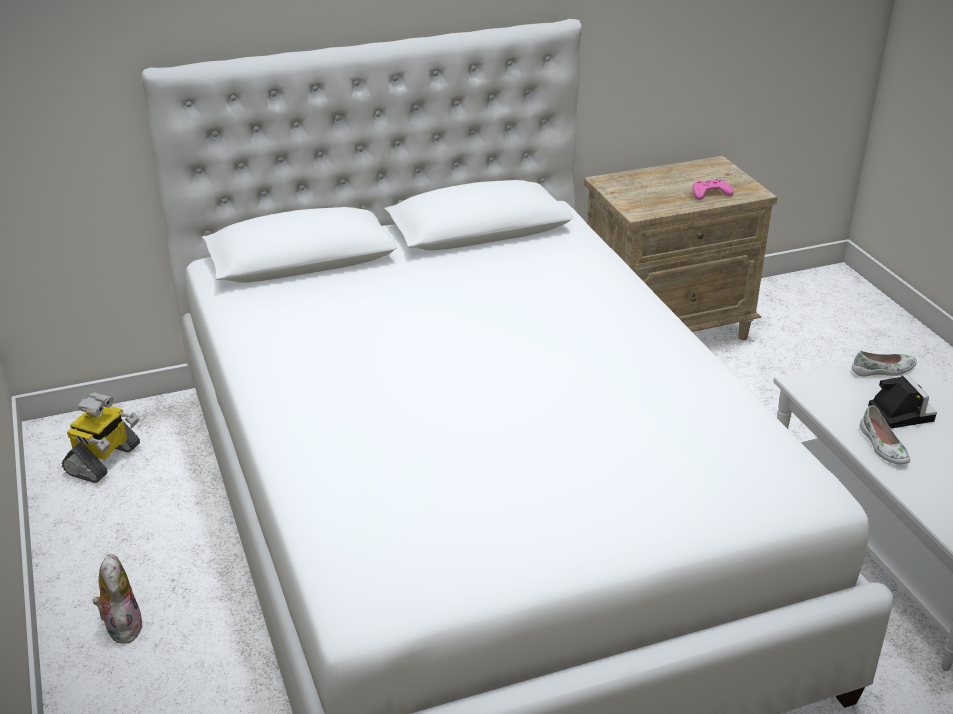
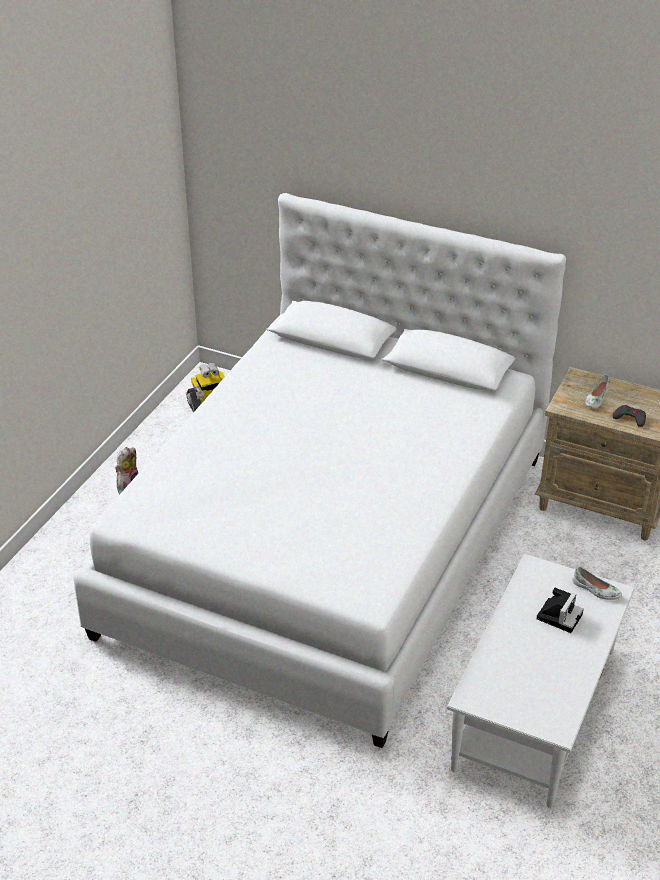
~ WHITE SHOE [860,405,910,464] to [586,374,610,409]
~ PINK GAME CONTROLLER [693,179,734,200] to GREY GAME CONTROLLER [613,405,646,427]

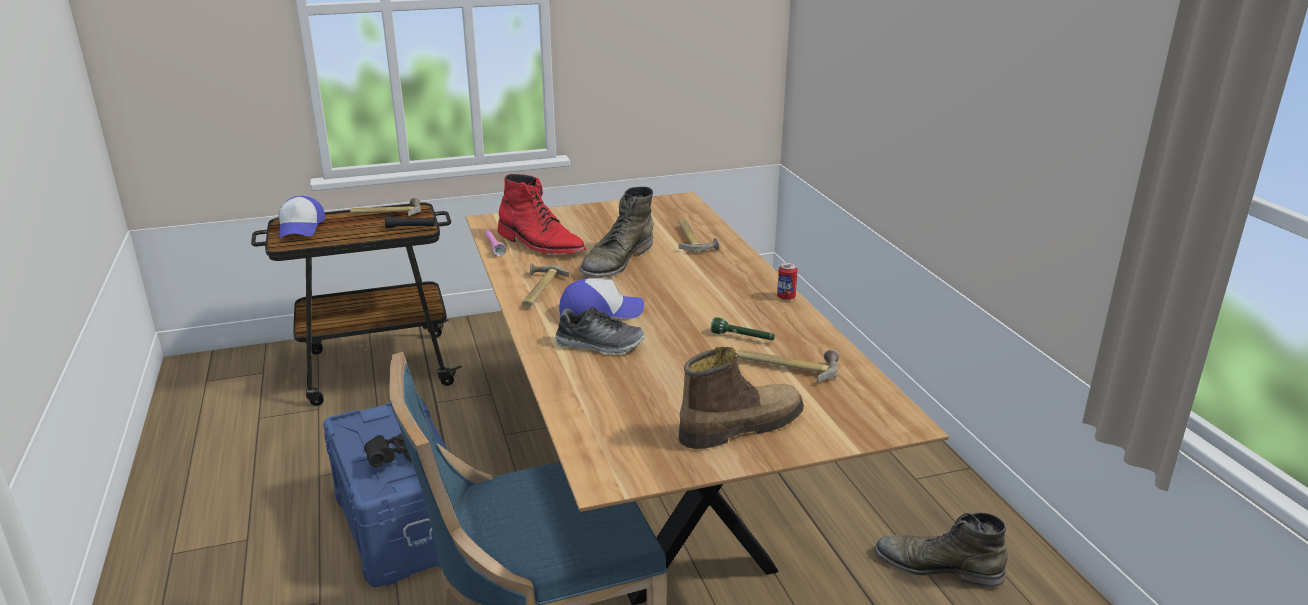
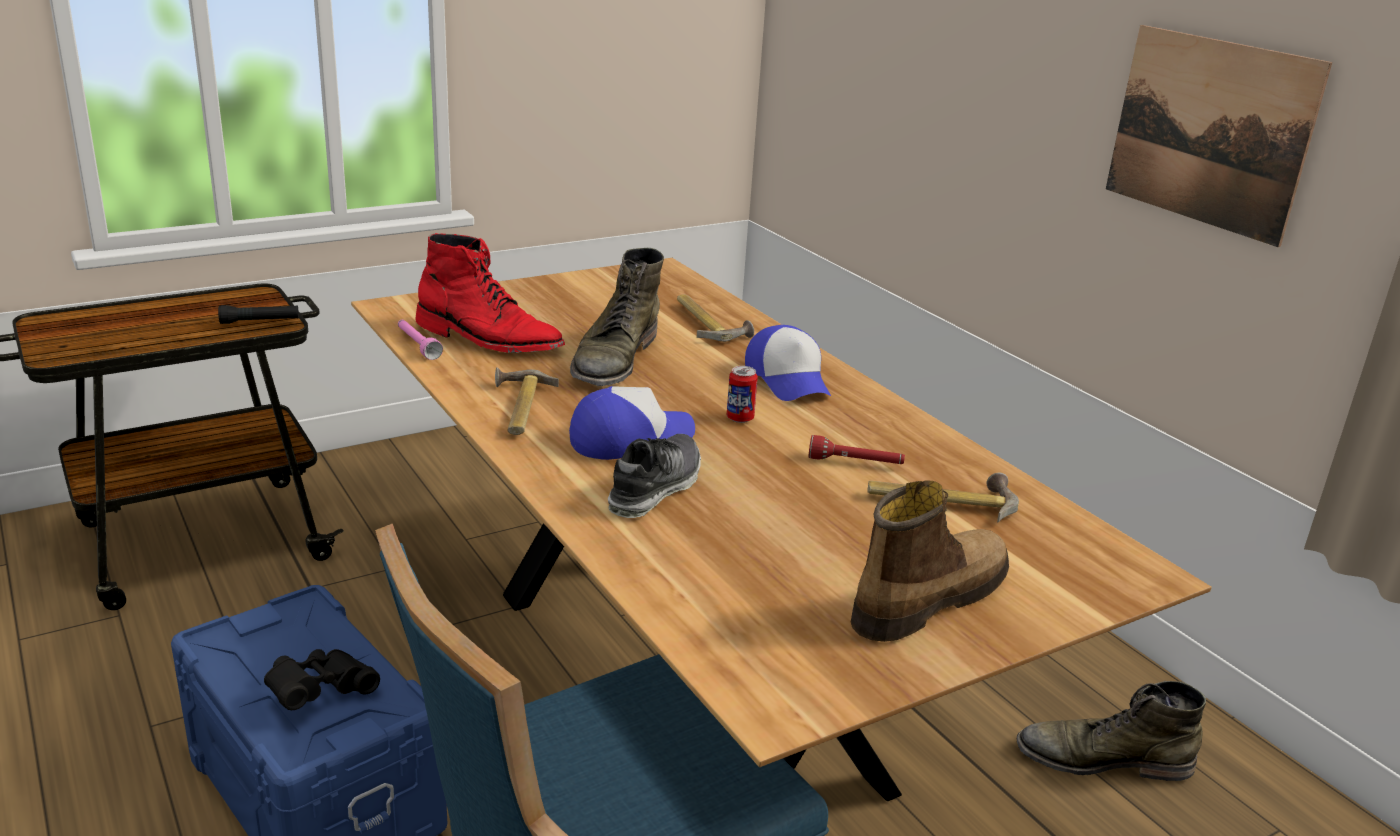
~ SHOE [555,307,645,355] = [608,434,701,518] 60 degrees counterclockwise
~ CAN [777,262,798,300] to [727,366,758,423]
~ CAP [279,196,325,238] to [745,325,831,401]
~ GREEN FLASHLIGHT [711,317,775,340] to RED FLASHLIGHT [809,435,905,464]
+ PICTURE [1106,25,1332,247]
- HAMMER [350,197,421,217]

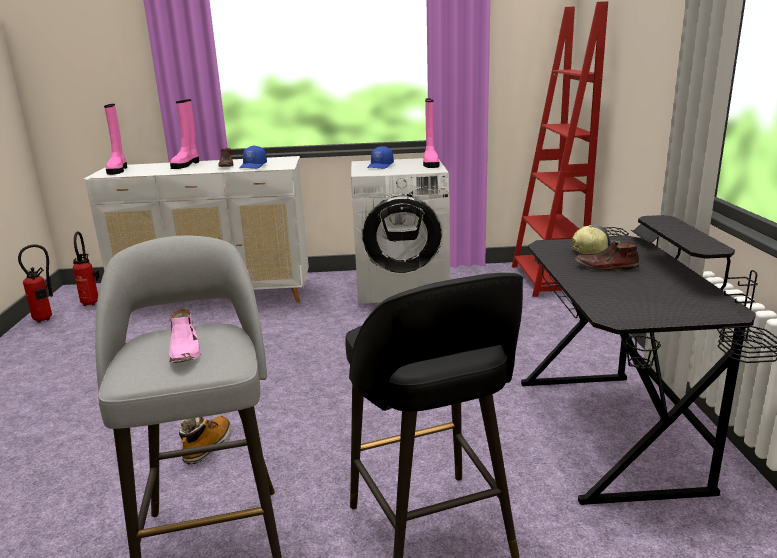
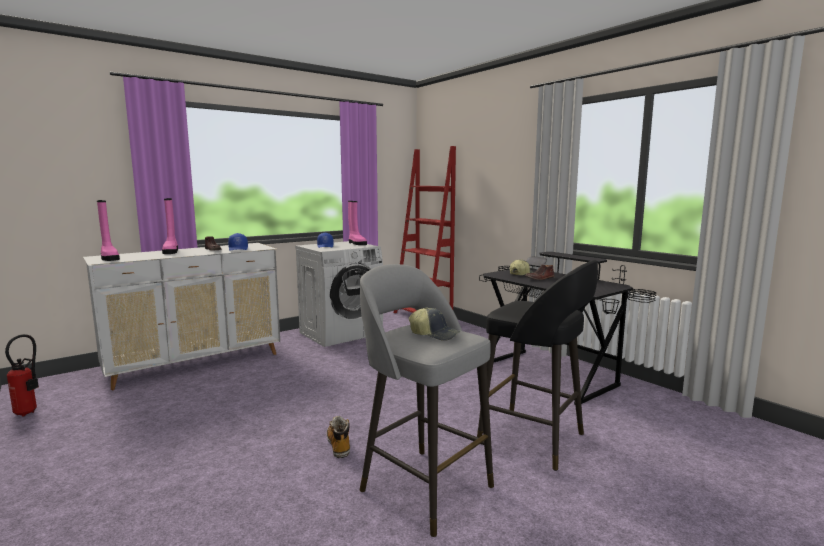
~ PINK SHOE [169,309,201,363] to CAP [409,307,460,341]
- FIRE EXTINGUISHER [73,231,100,306]

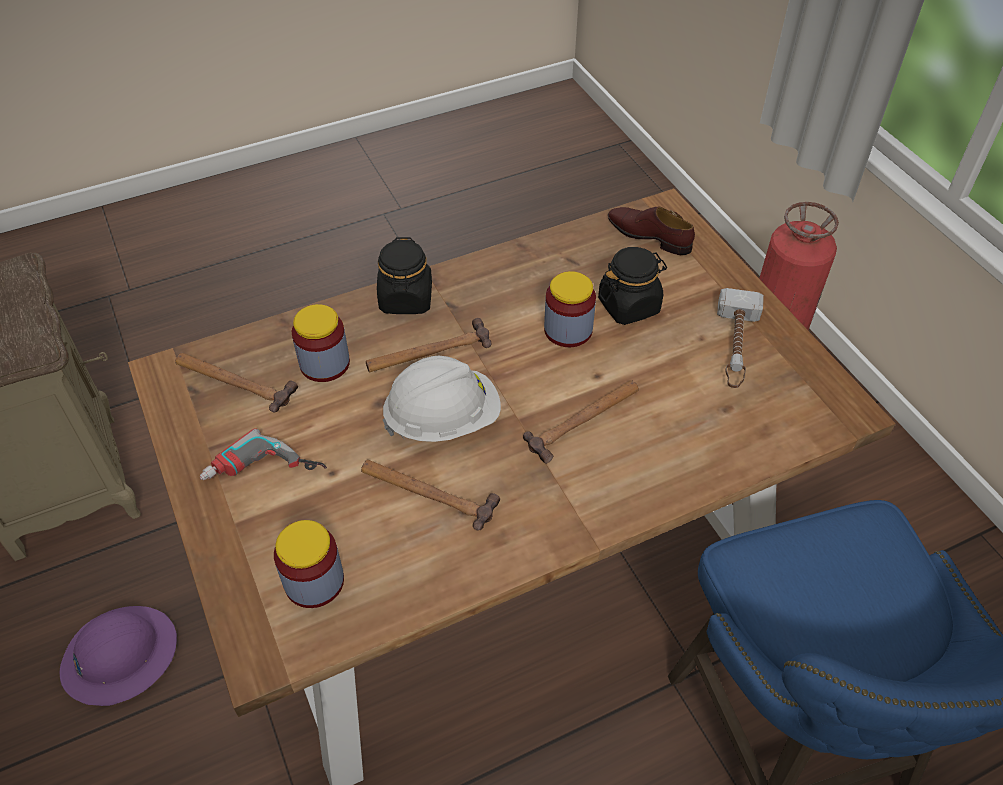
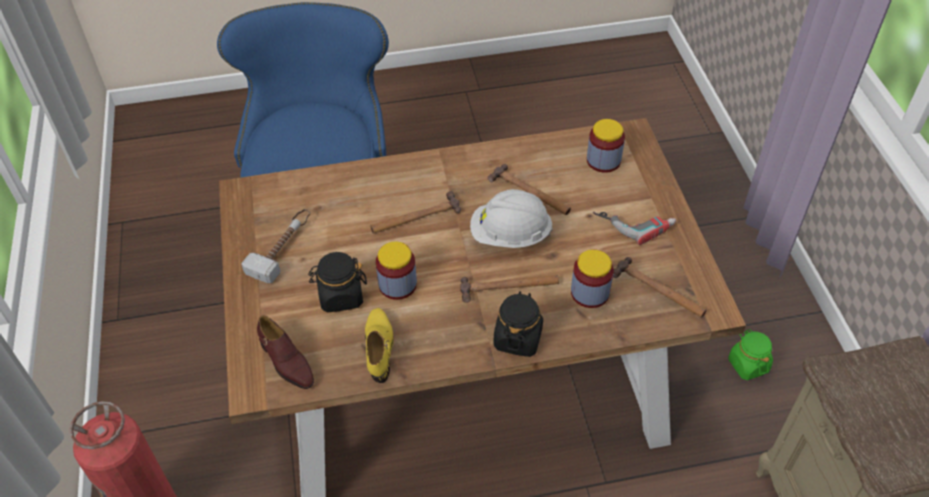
+ YELLOW SHOE [365,308,394,383]
~ PURPLE HARD HAT [60,606,177,706] to GREEN JAR [728,329,773,380]

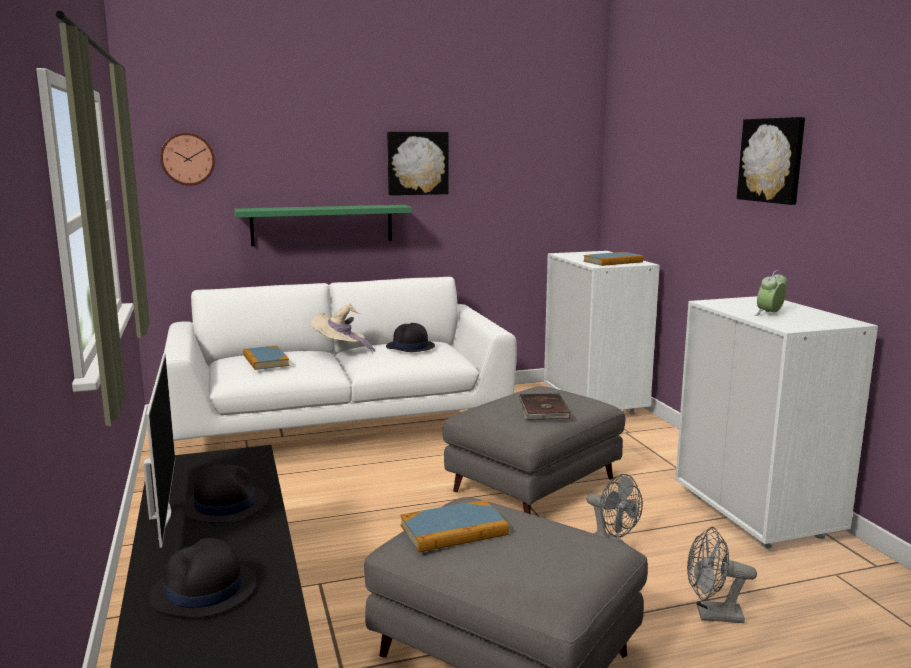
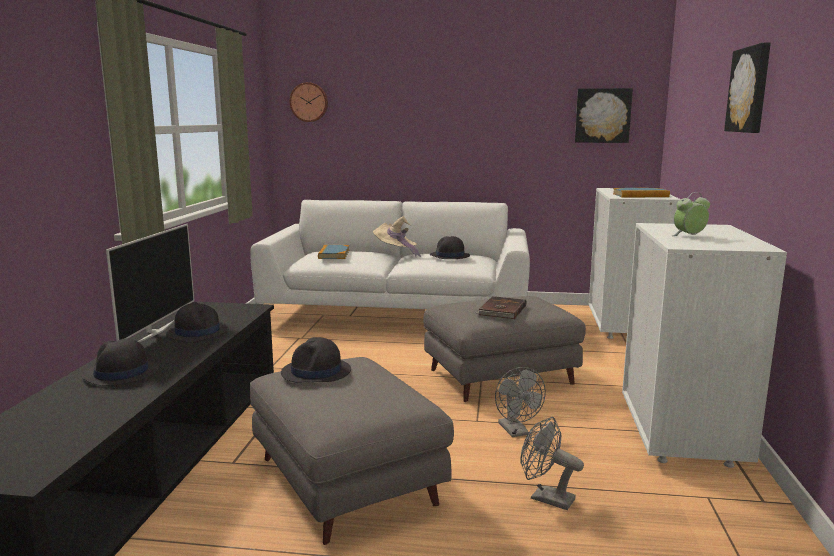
~ BOOK [400,500,509,553] to BLACK HAT [281,337,351,383]
~ PICTURE [387,132,449,195] to [575,88,633,143]
- GREEN SHELF [234,205,412,246]

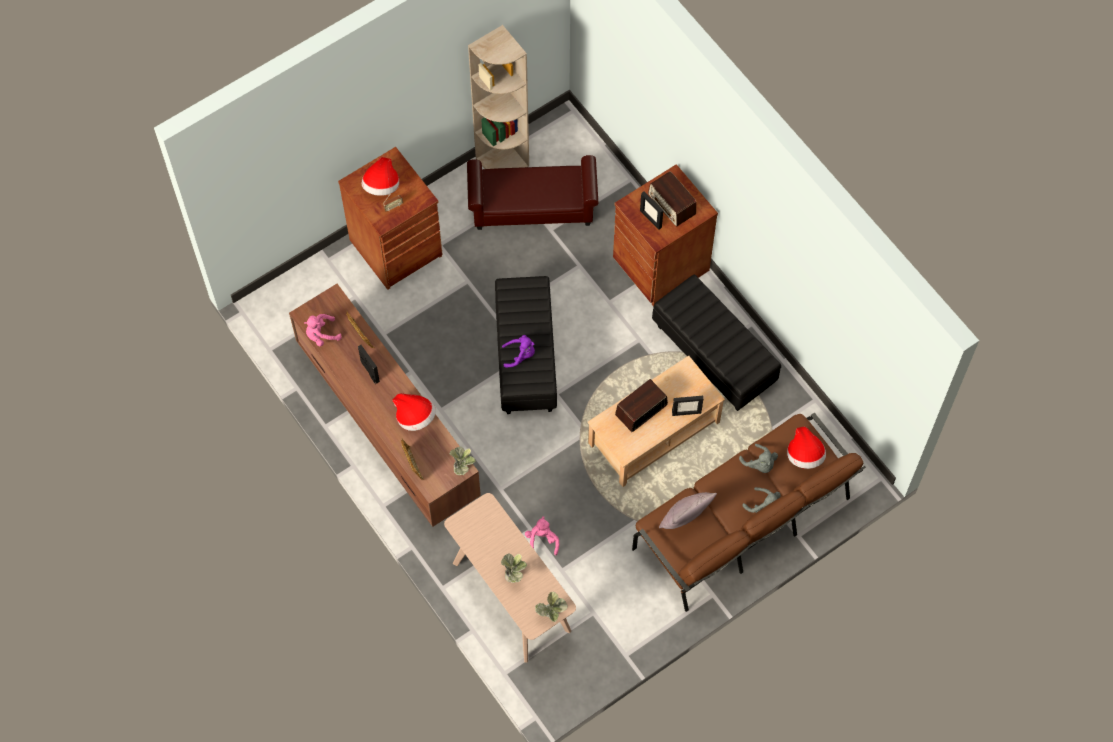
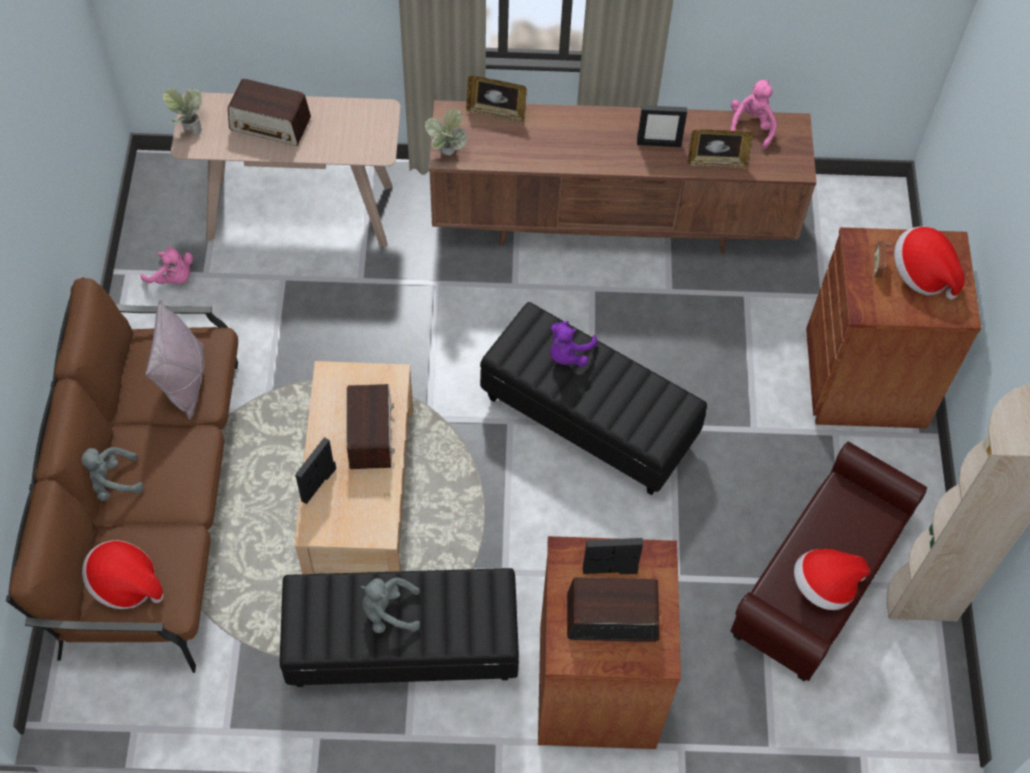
~ PINK PLUSH TOY [525,516,559,555] to [141,246,193,284]
~ POTTED PLANT [501,554,527,583] to RADIO [228,78,311,146]
~ GREY PLUSH TOY [739,444,778,473] to [361,578,420,633]
~ HAT [392,393,436,431] to [794,549,871,610]

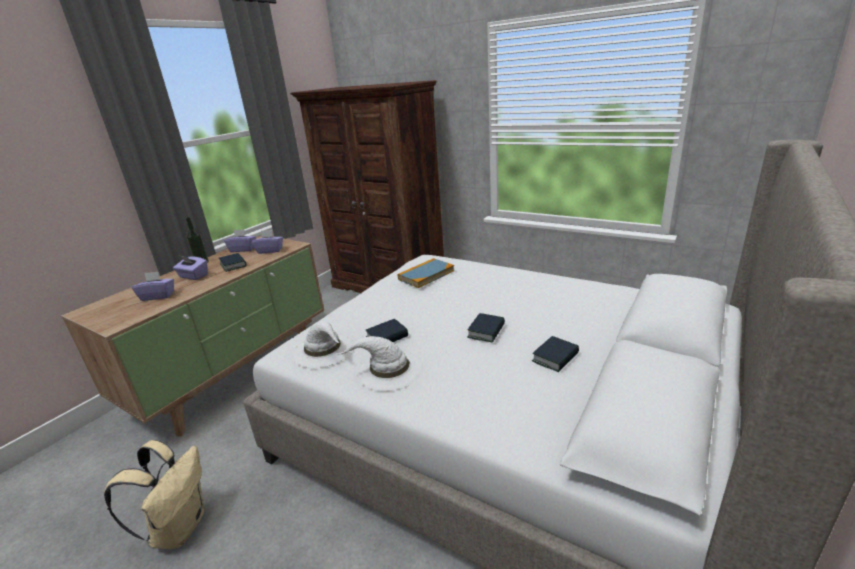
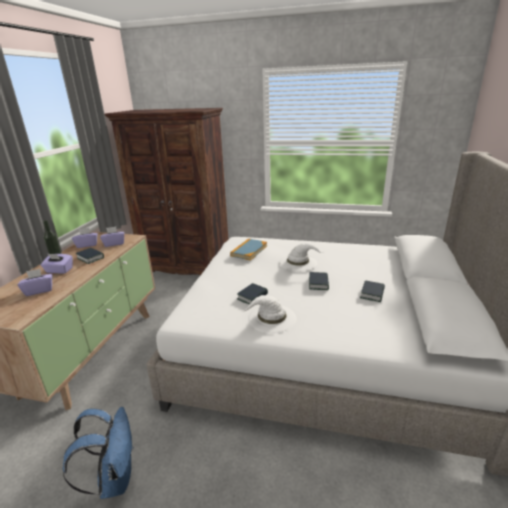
~ BEIGE BACKPACK [104,440,204,549] to BLUE BACKPACK [63,407,133,499]
~ WHITE HAT [292,321,354,368] to [279,243,324,272]

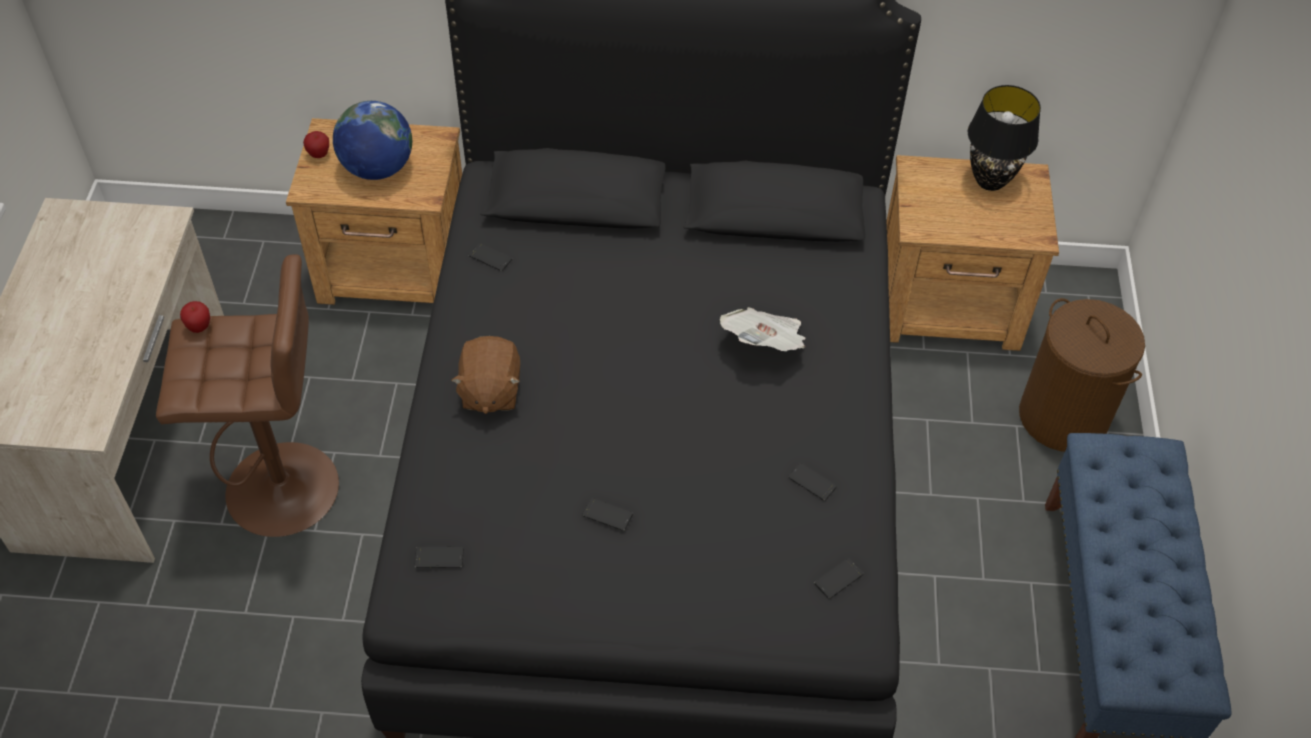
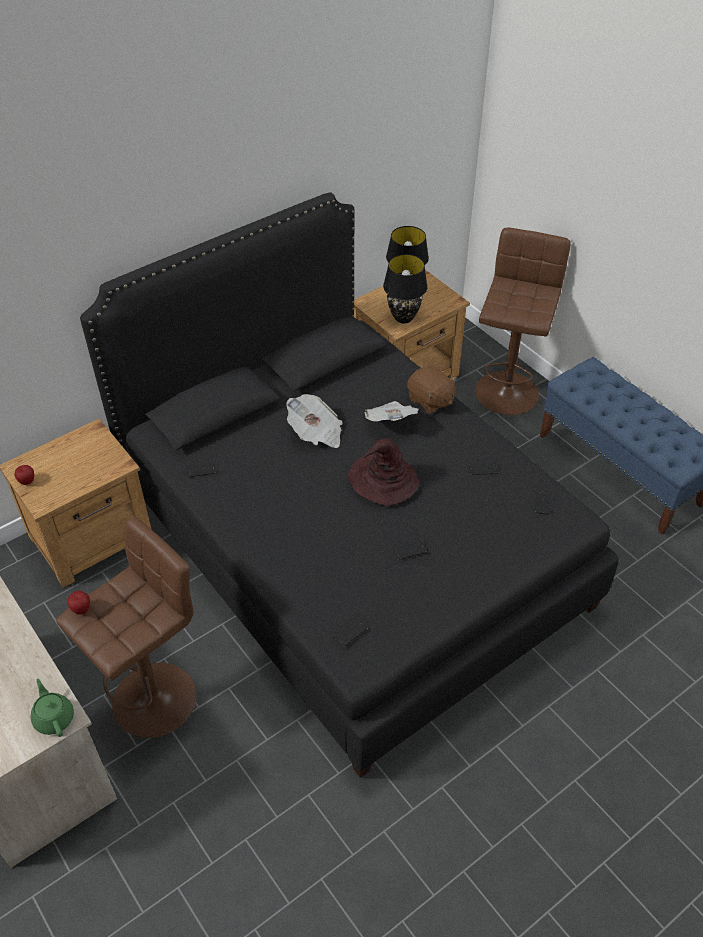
+ GREEN TEAPOT [31,679,74,737]
+ NEWSPAPER [286,394,343,448]
+ BROWN HAT [348,438,419,506]
+ BLACK TABLE LAMP [383,254,427,323]
~ BROWN PLUSH TOY [451,336,520,414] to [407,366,457,414]
~ BROWN LAUNDRY BASKET [1019,298,1145,452] to BROWN STOOL [475,228,570,415]
- GLOBE [333,101,412,180]

